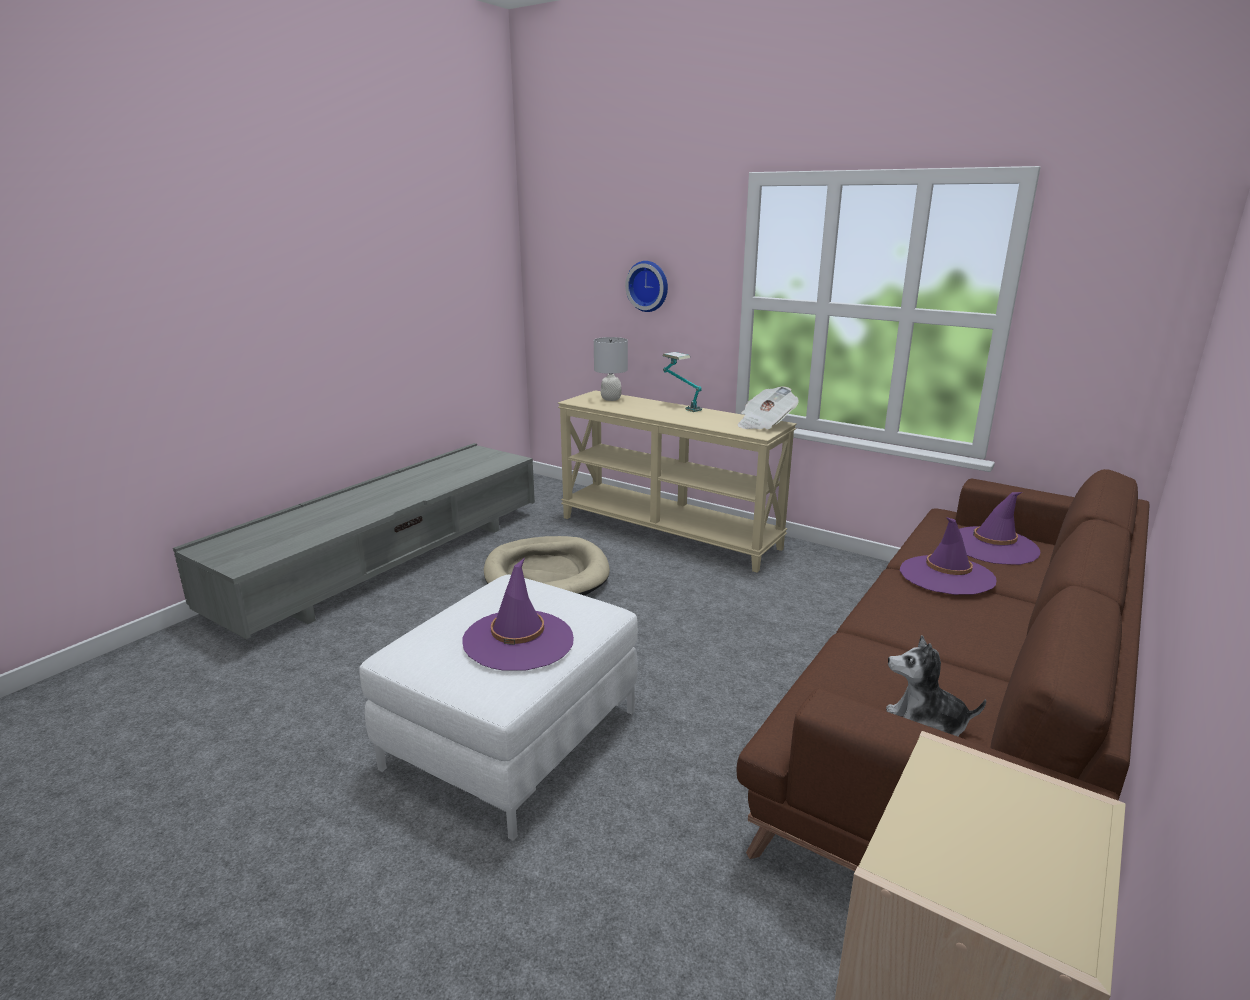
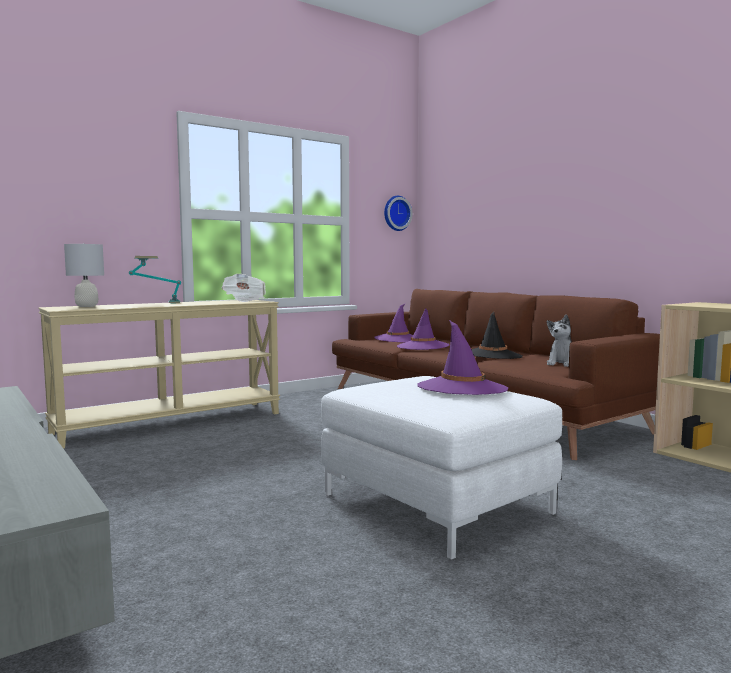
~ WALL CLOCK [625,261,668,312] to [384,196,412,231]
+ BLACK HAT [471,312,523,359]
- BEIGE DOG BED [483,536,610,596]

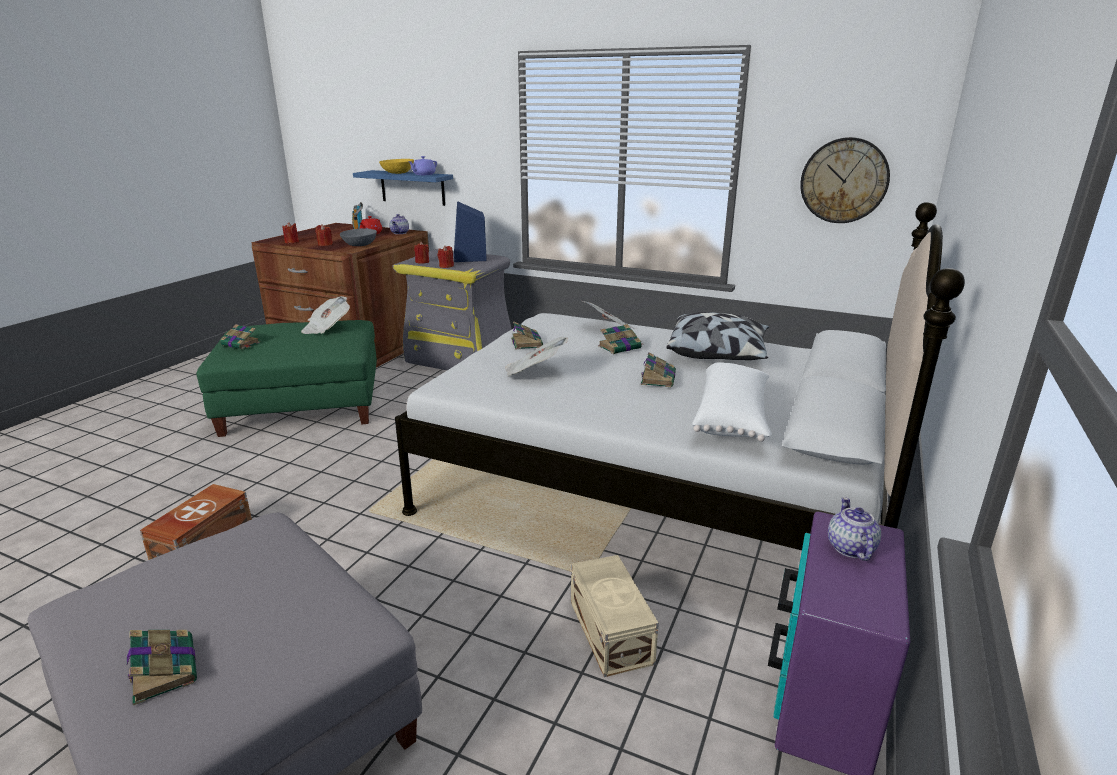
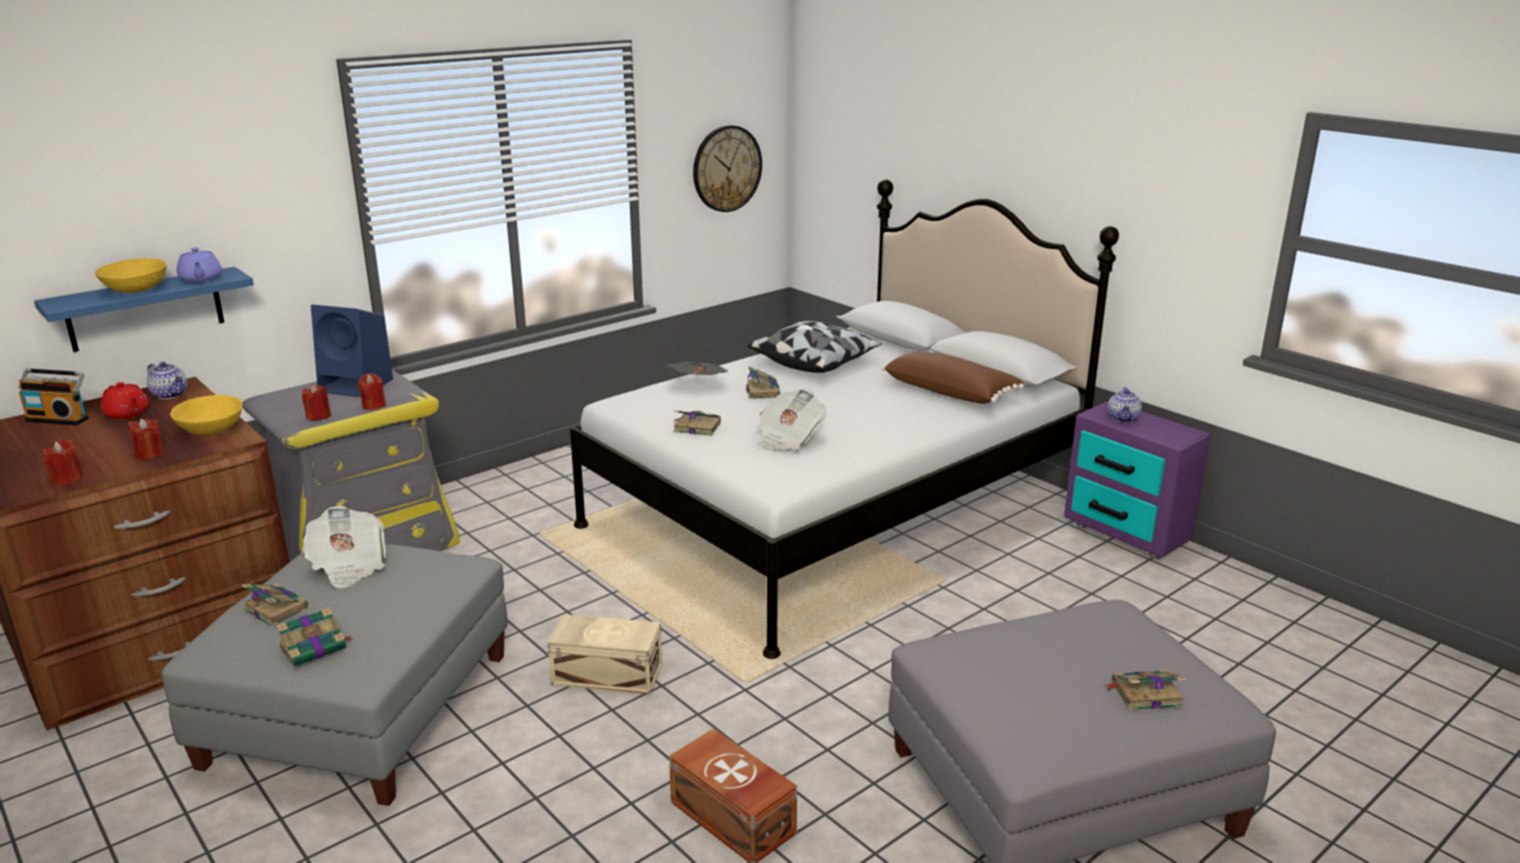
~ GREEN OTTOMAN [196,320,377,437] to GREY OTTOMAN [161,544,508,806]
~ GREY BOWL [340,228,377,246] to YELLOW BOWL [170,395,242,435]
~ BOOK [641,352,676,387] to [242,584,308,627]
~ BEIGE STORAGE BOX [571,555,659,677] to [547,614,662,694]
~ WHITE PILLOW [692,362,772,442] to BROWN PILLOW [881,351,1024,404]
~ TEAPOT [828,497,881,561] = [1108,387,1142,423] 105 degrees counterclockwise

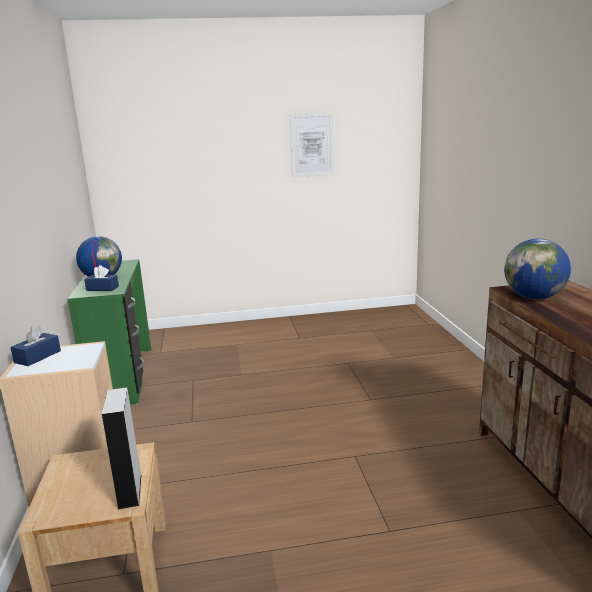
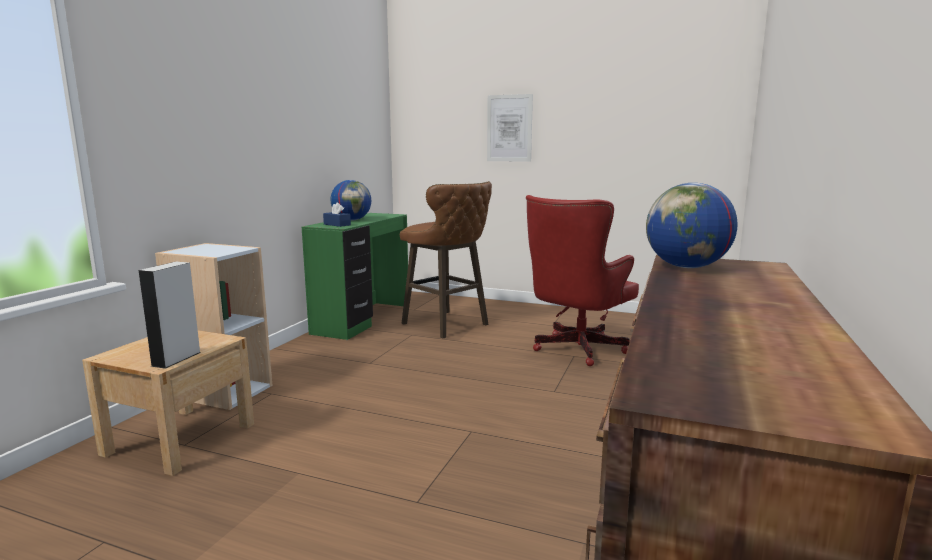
+ BROWN STOOL [400,181,492,338]
~ PICTURE [289,112,334,177] to [487,94,533,162]
+ RED OFFICE CHAIR [526,195,639,366]
- BLUE TISSUE BOX [10,325,61,366]

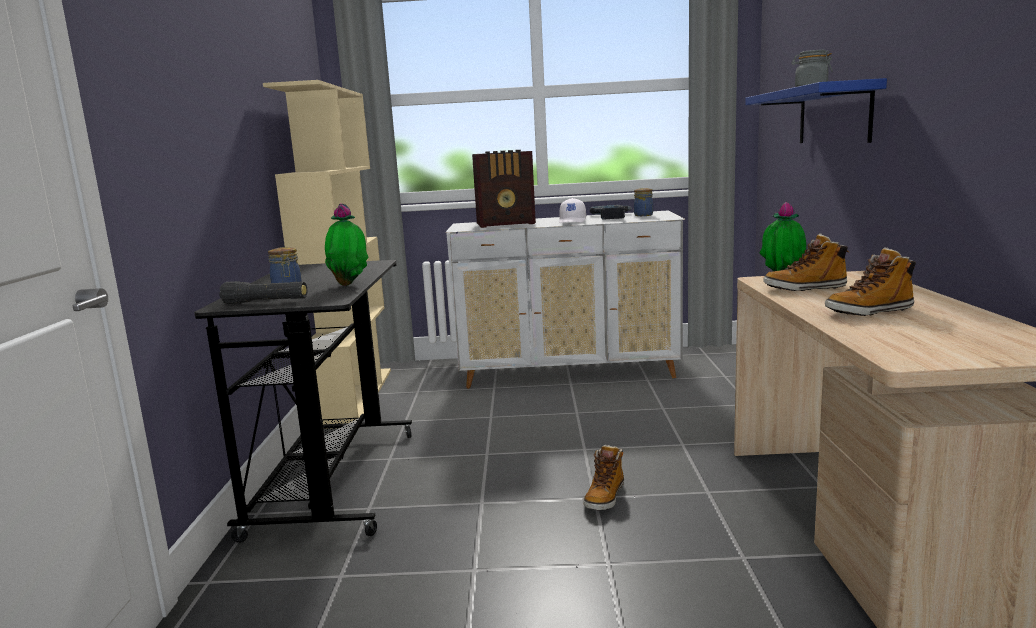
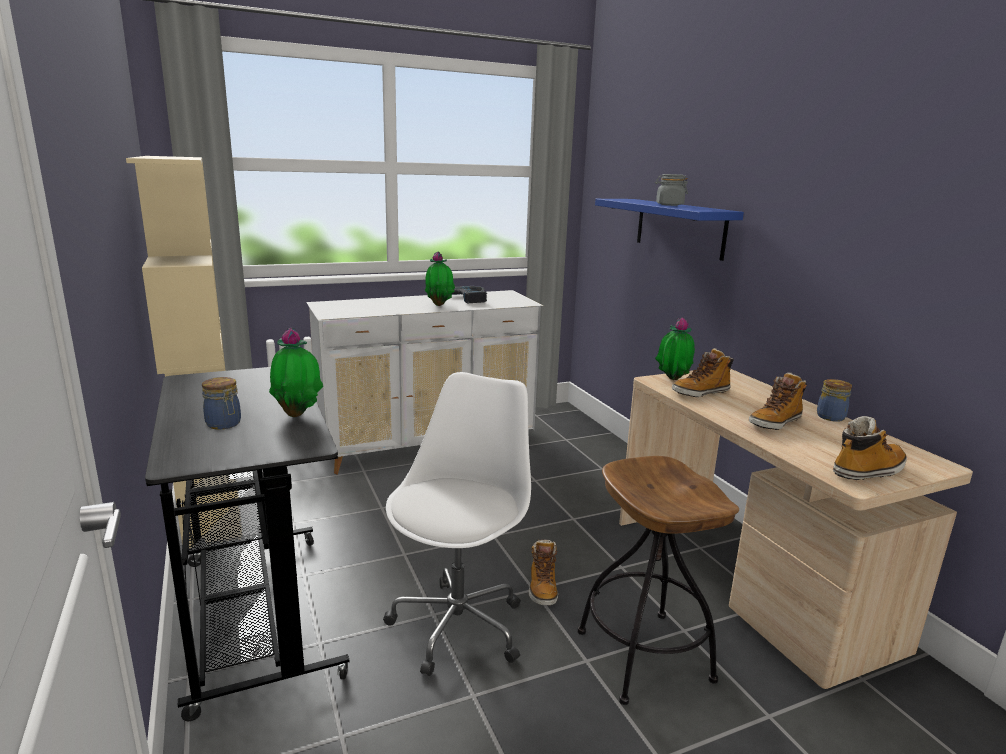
+ WHITE OFFICE CHAIR [383,372,531,676]
~ WHITE CAP [559,198,586,223] to POTTED PLANT [425,251,455,306]
+ BROWN STOOL [578,456,739,705]
~ JAR [634,188,653,216] to [817,379,852,422]
+ BOOT [833,416,907,480]
- BLACK FLASHLIGHT [219,281,307,304]
- RADIO [472,150,536,228]

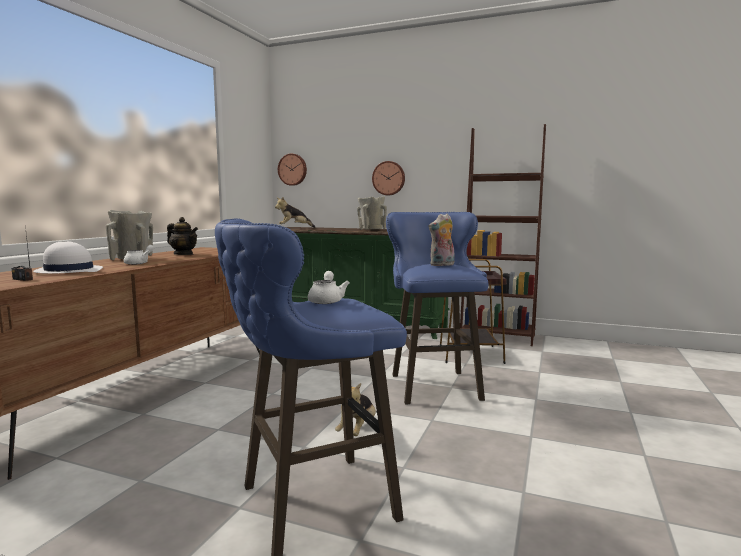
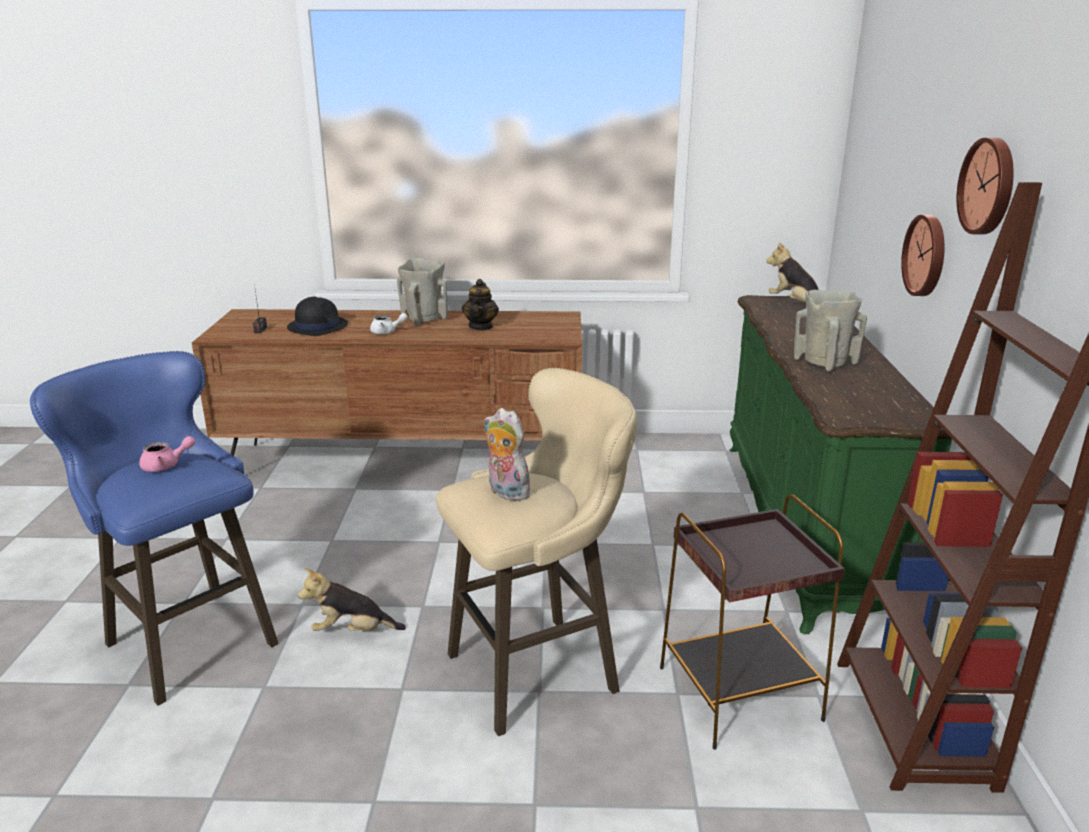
~ WHITE TEAPOT [308,271,350,304] to PINK TEAPOT [139,436,195,472]
~ WHITE HAT [33,241,103,274] to BLACK HAT [287,296,348,336]
~ BLUE STOOL [386,212,488,405] to BEIGE STOOL [436,368,637,736]
~ WALL CLOCK [278,154,307,186] to [957,137,1014,234]

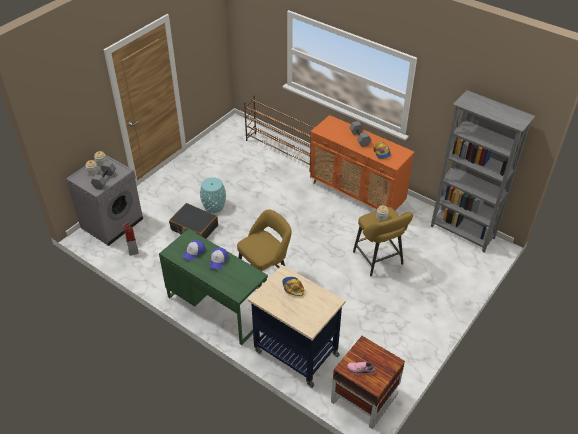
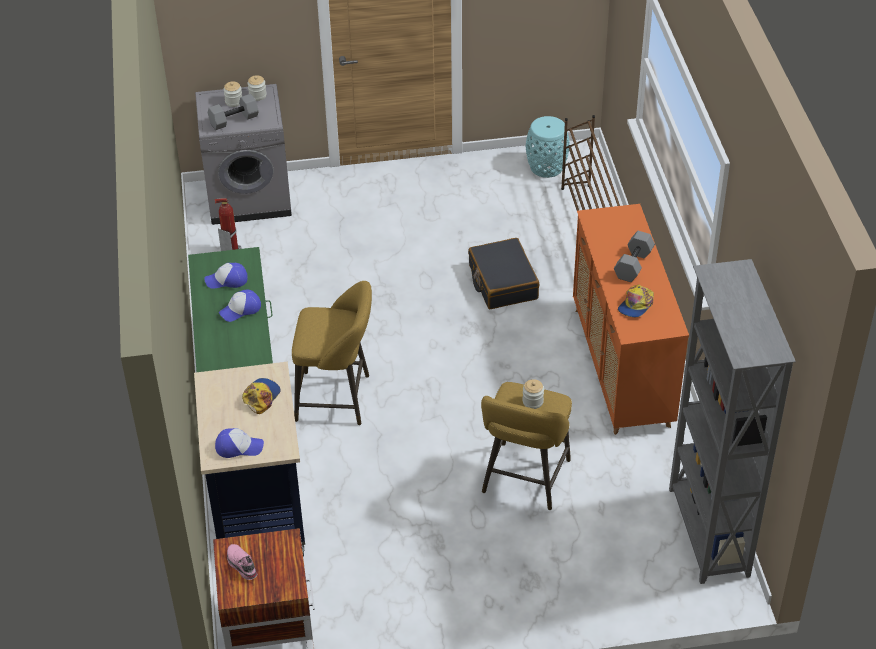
+ CAP [215,428,264,458]
~ BLACK SUITCASE [169,203,218,239] to [468,238,539,309]
~ TURQUOISE STOOL [200,177,226,213] to [526,116,570,178]

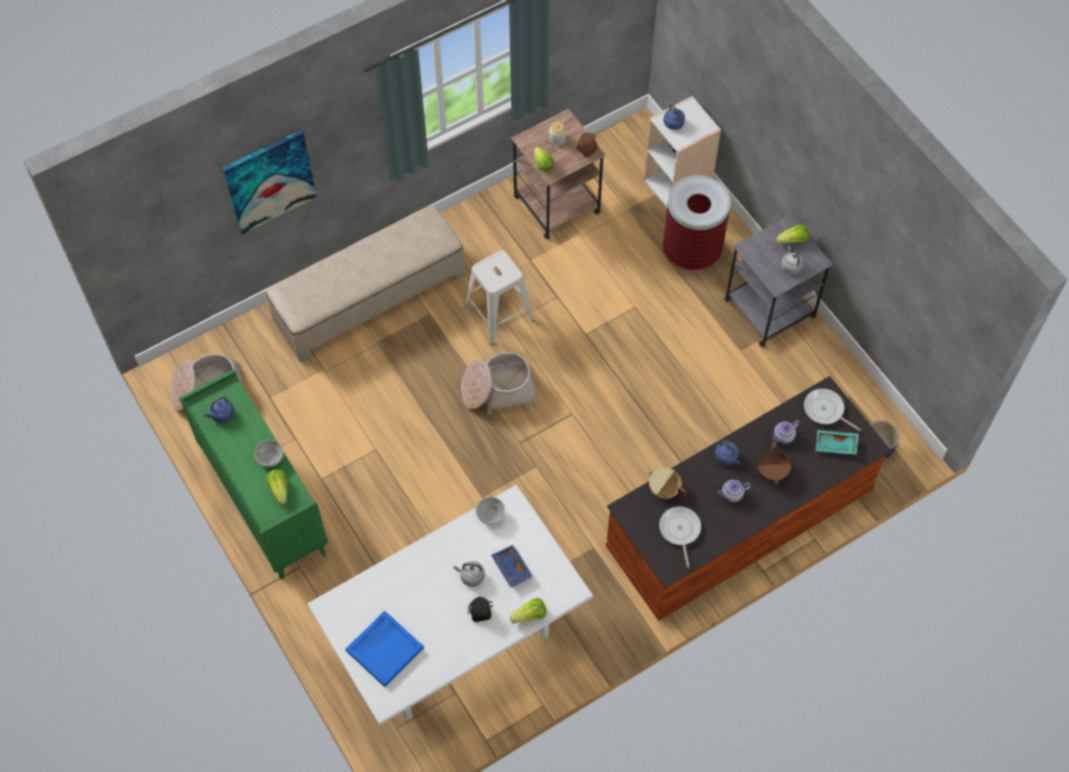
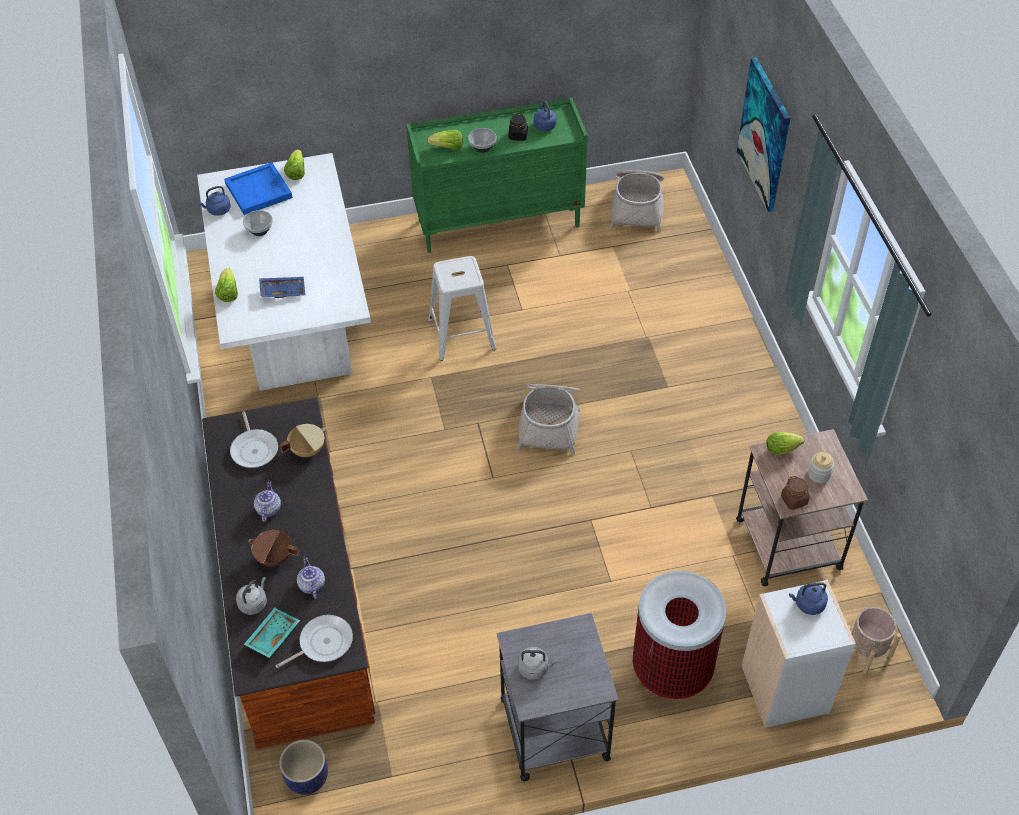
~ BLUE KETTLE [715,440,740,465] to [198,186,231,216]
~ FRYING PAN [659,506,701,568] = [230,411,278,468] 60 degrees clockwise
~ GREY KETTLE [453,561,485,587] to [236,577,267,615]
~ BOWL [476,497,505,525] to [243,210,273,236]
~ LETTUCE [776,224,809,243] to [284,150,305,180]
~ WHITE STOOL [464,250,535,344] to [428,256,496,361]
~ BLACK JAR [468,597,493,622] to [509,113,528,141]
+ BEIGE PLANTER [848,607,901,675]
- BEIGE BENCH [266,205,466,362]

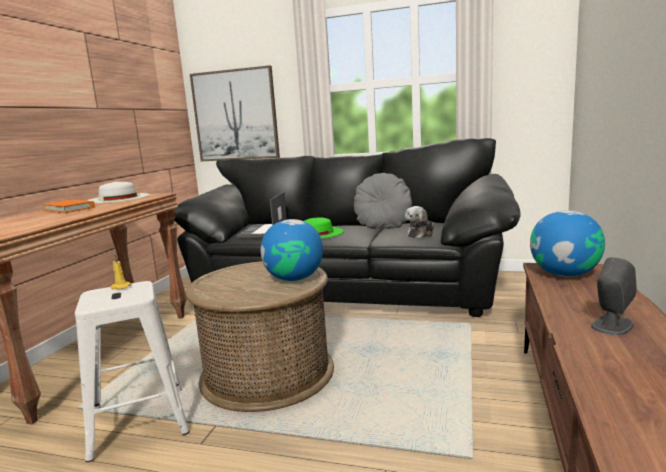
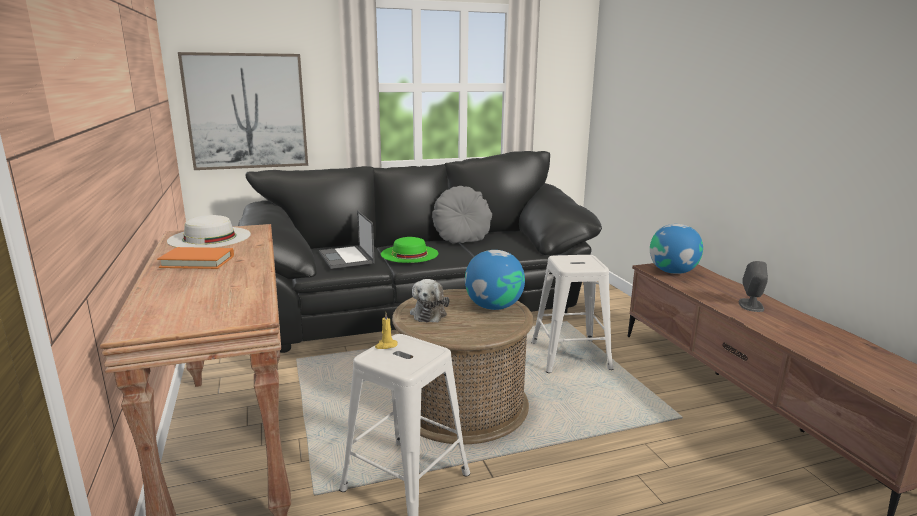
~ PLUSH TOY [405,206,435,239] to [410,279,449,323]
+ WHITE STOOL [531,255,614,373]

